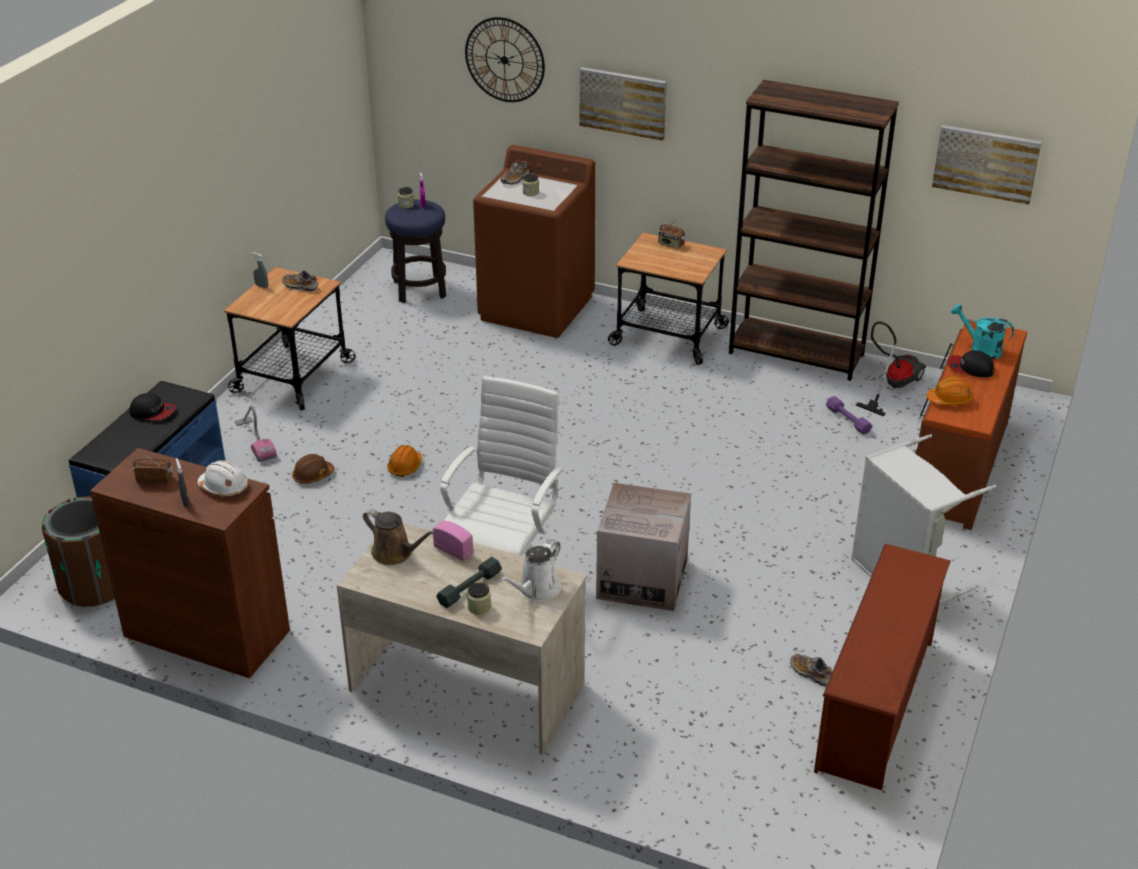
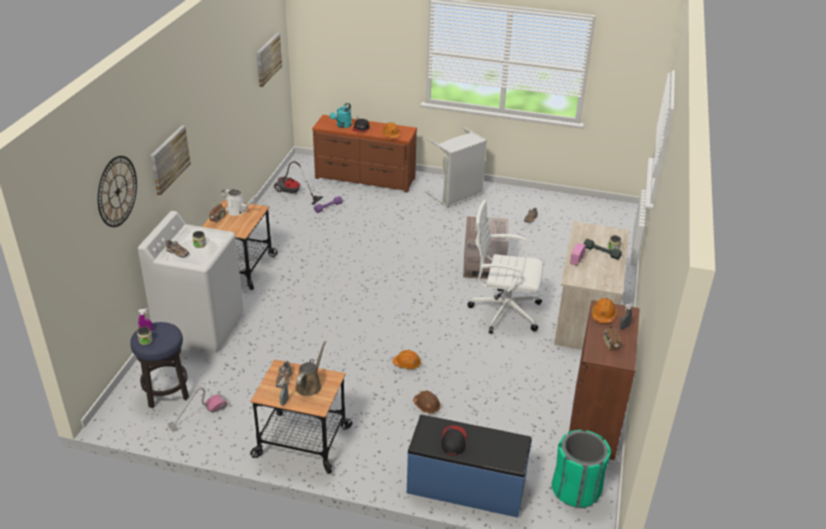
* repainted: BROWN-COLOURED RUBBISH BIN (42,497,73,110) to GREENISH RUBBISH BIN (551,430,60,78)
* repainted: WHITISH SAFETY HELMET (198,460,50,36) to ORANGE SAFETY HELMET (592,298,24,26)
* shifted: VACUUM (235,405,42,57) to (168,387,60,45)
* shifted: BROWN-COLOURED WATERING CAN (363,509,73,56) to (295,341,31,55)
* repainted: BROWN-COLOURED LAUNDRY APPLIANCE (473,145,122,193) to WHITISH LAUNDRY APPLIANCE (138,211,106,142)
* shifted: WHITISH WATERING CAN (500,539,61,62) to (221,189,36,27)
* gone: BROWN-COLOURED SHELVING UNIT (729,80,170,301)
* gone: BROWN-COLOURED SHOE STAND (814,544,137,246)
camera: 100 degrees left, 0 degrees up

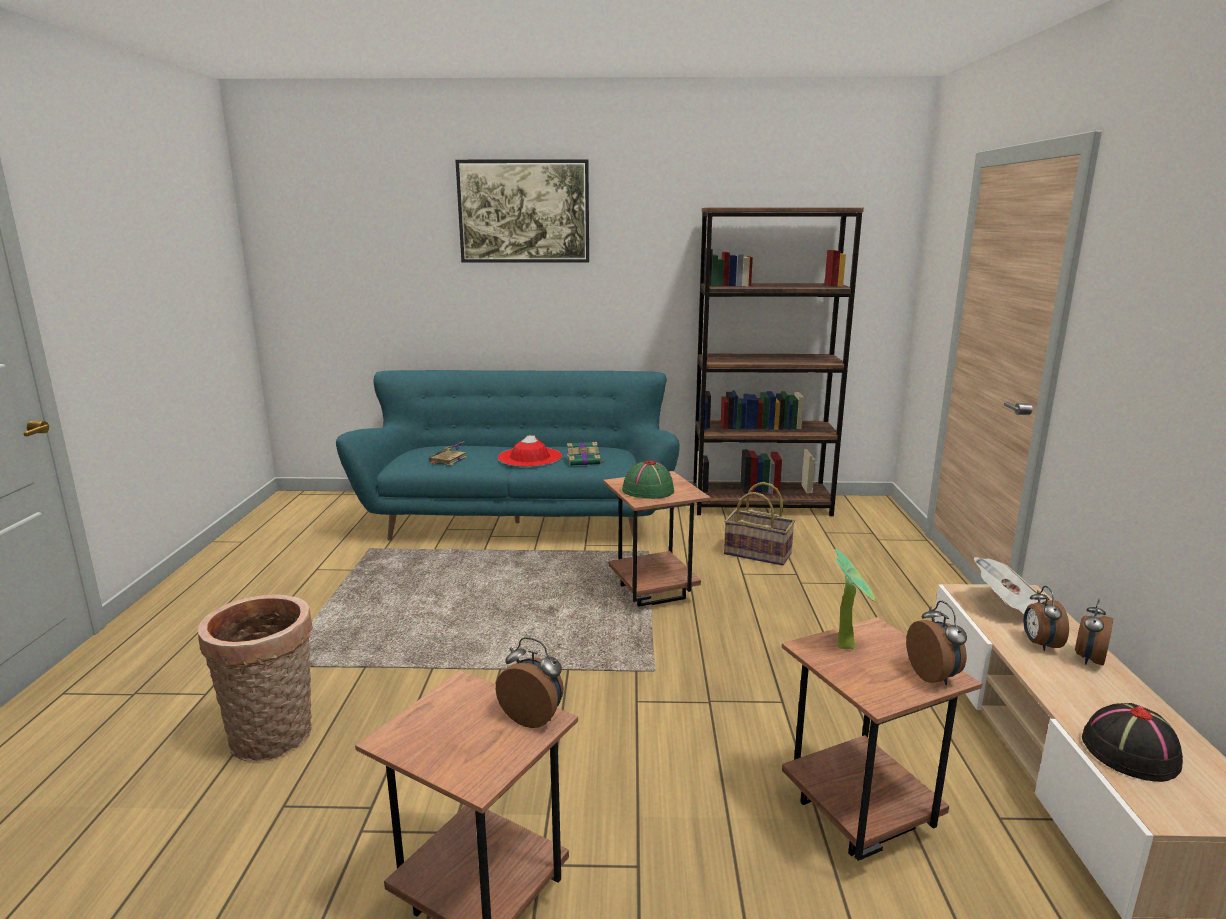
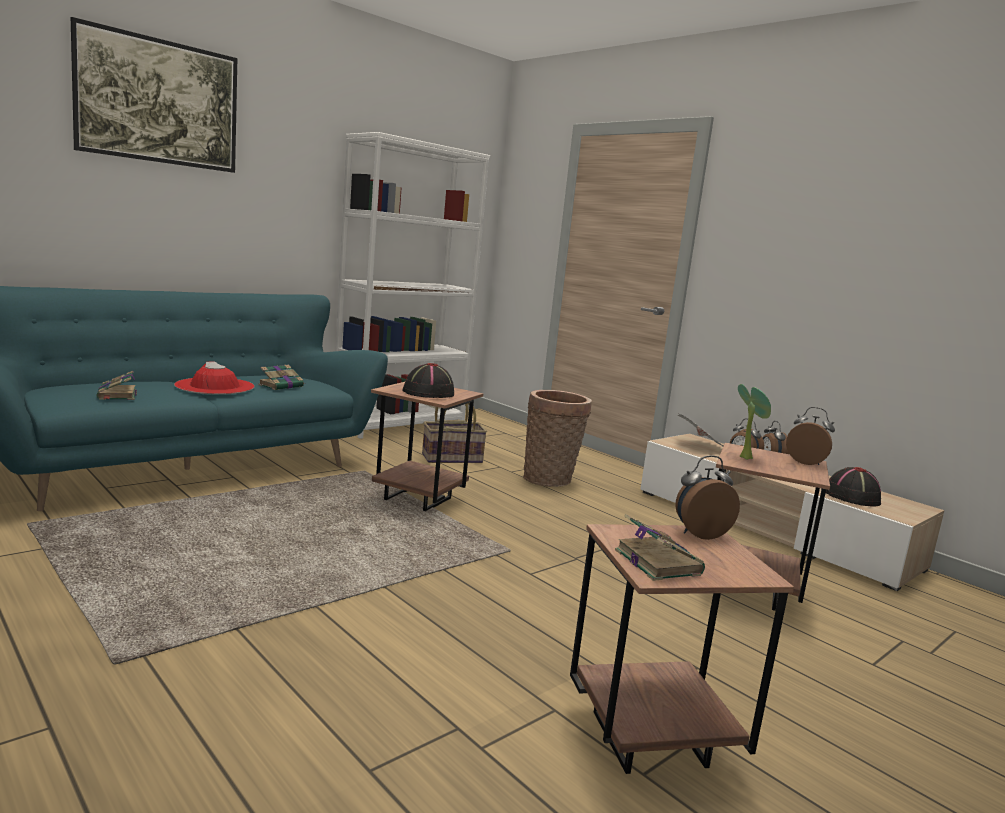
* shifted: STORAGE BASKET (198,594,115,168) to (523,390,69,97)
* repainted: GREENISH HAT (622,461,52,38) to BLACK-COLOURED HAT (402,363,52,35)
* repainted: BROWN-COLOURED SHELVING UNIT (693,208,171,308) to WHITISH SHELVING UNIT (336,132,154,307)
* new: BOUND BOOK (615,514,90,67)
camera: 45 degrees left, 5 degrees down

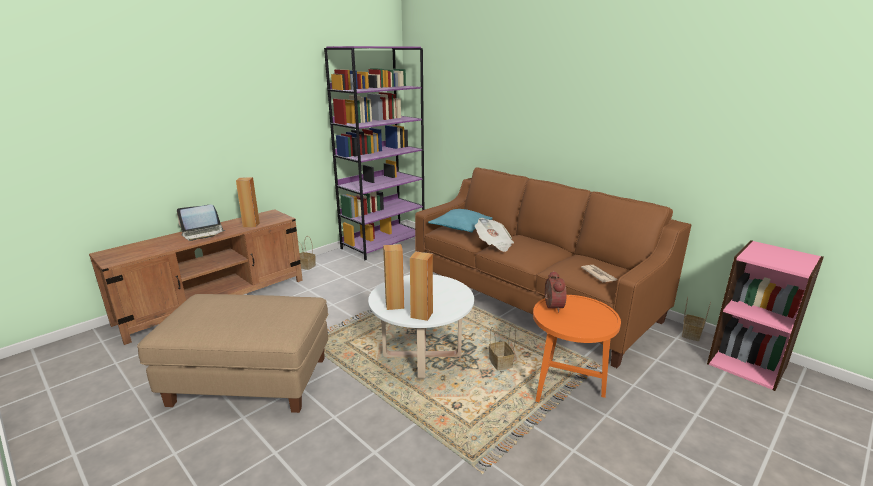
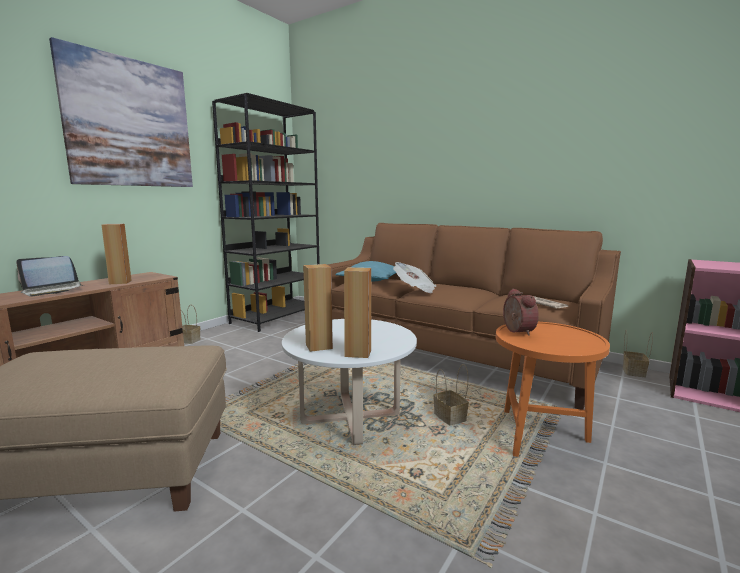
* repainted: PURPLE SHELVING UNIT (324,46,100,214) to BLACK-COLOURED SHELVING UNIT (212,93,108,239)
* new: WALL ART (49,37,144,150)
camera: 10 degrees left, 10 degrees down

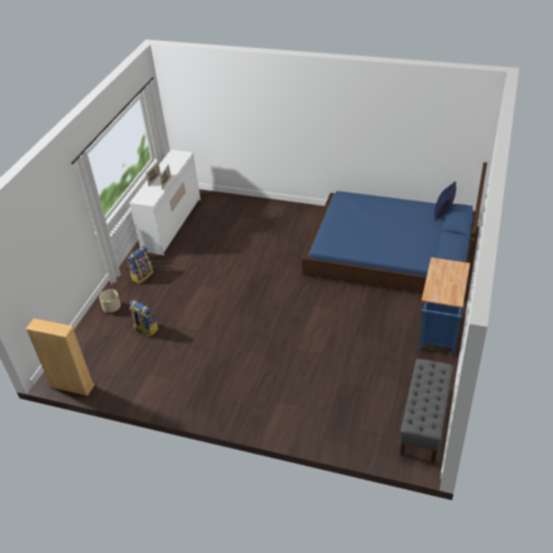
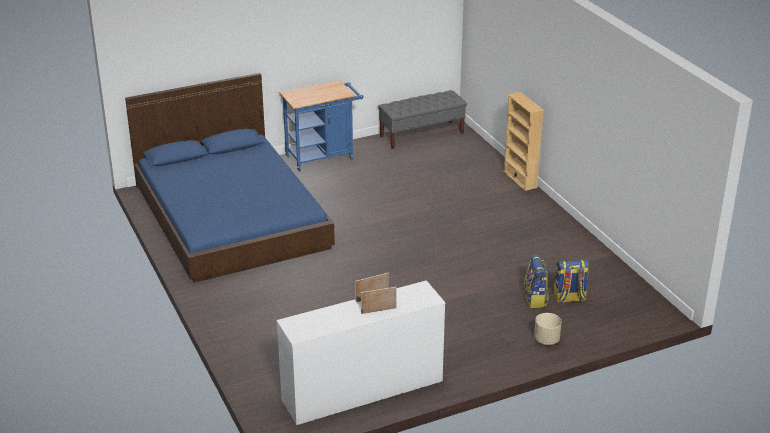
* shifted: SAND-COLOURED SHELVING UNIT (26,319,68,77) to (503,92,41,99)
* shifted: RUCKSACK (127,246,27,38) to (554,260,35,43)
* gone: BLUE-COLOURED PILLOW (434,182,22,39)
camera: 135 degrees left, 10 degrees down

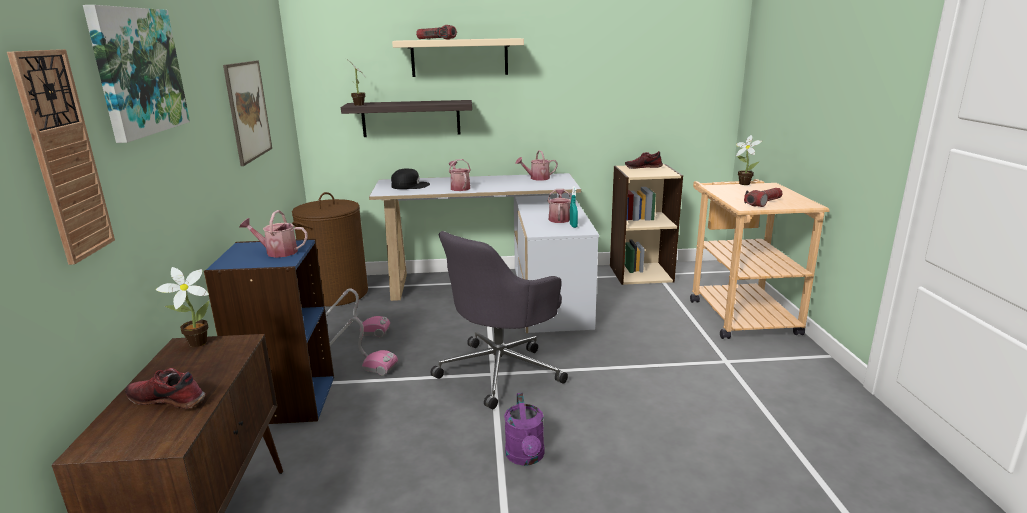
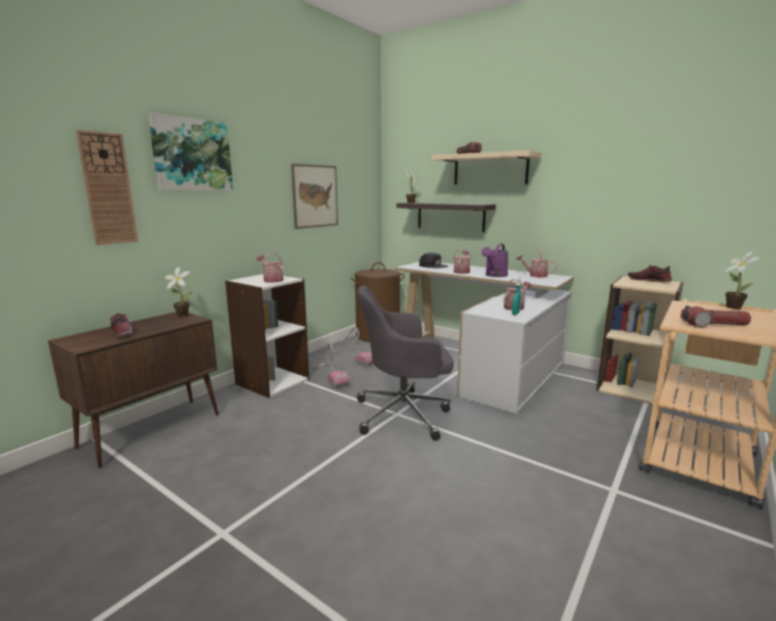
* repainted: BLUE-COLOURED SHELVING UNIT (204,239,130,185) to WHITISH SHELVING UNIT (225,274,84,124)
* shifted: PURPLE WATERING CAN (504,393,41,73) to (482,244,27,33)
camera: 40 degrees right, 5 degrees down

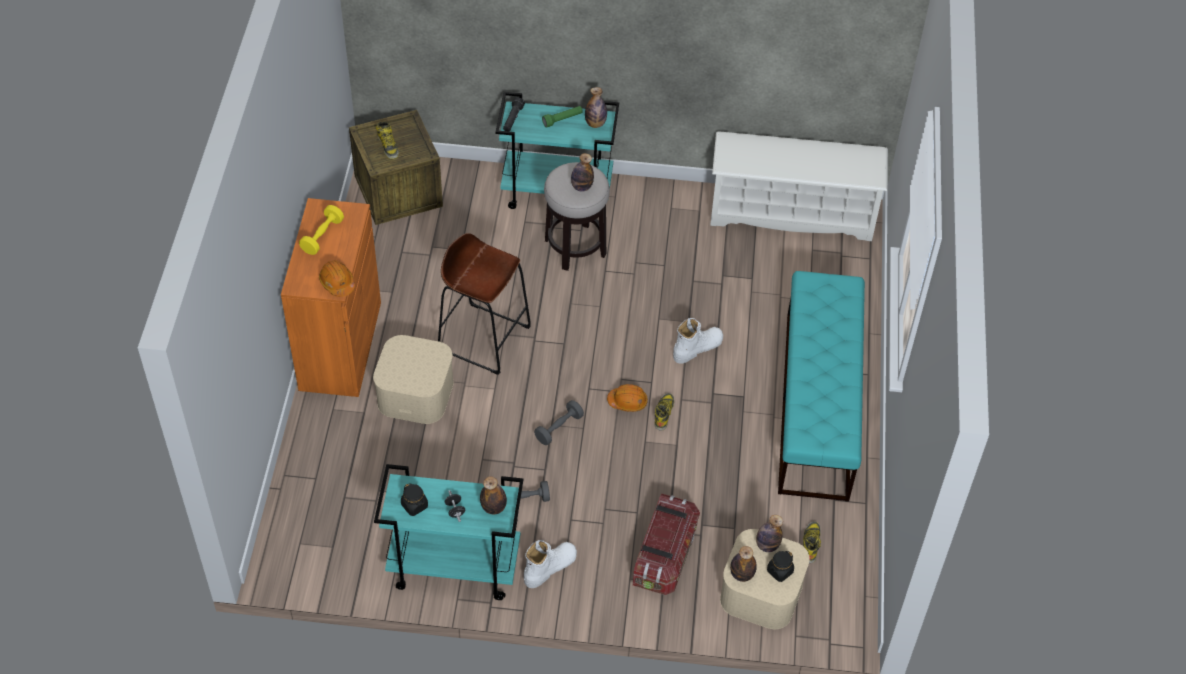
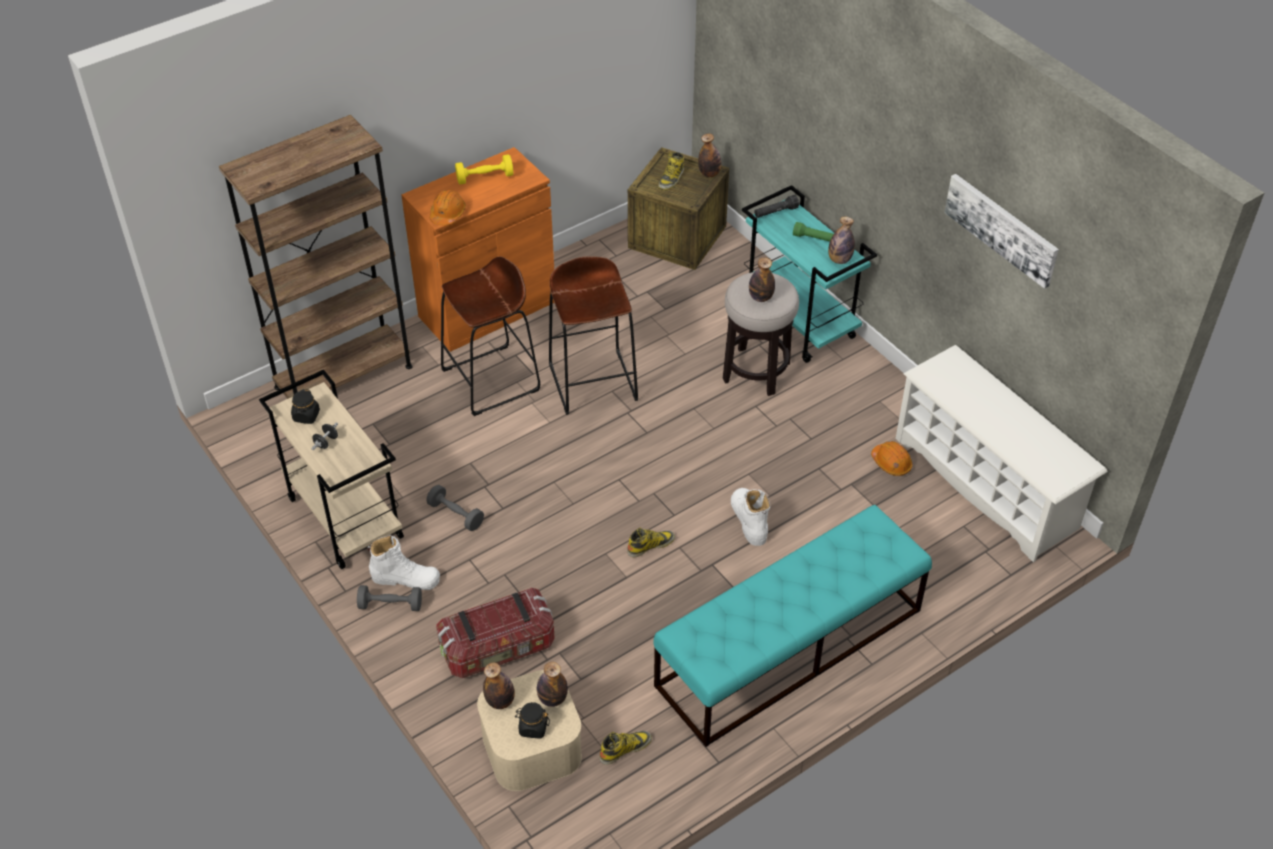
* swapped: SAND-COLOURED STORAGE BOX (373,335,81,89) to BROWN-COLOURED SITTING STOOL (441,256,99,160)
* repainted: TURQUOISE CART (374,464,149,136) to SAND-COLOURED CART (259,370,145,199)
* shifted: BEVERAGE BOTTLE (480,476,27,38) to (698,134,23,43)
* shifted: GREYISH DUMBBELL (534,400,50,45) to (357,585,65,26)
* shifted: ORANGE SAFETY HELMET (607,384,41,28) to (871,441,41,35)
* rotated: WHITISH BOOT (673,318,50,46) = (731,488,39,58) 120 degrees counterclockwise
* new: BROWN-COLOURED SHELVING UNIT (219,115,194,284)
* new: WALL ART (944,174,115,115)
camera: 50 degrees right, 5 degrees down

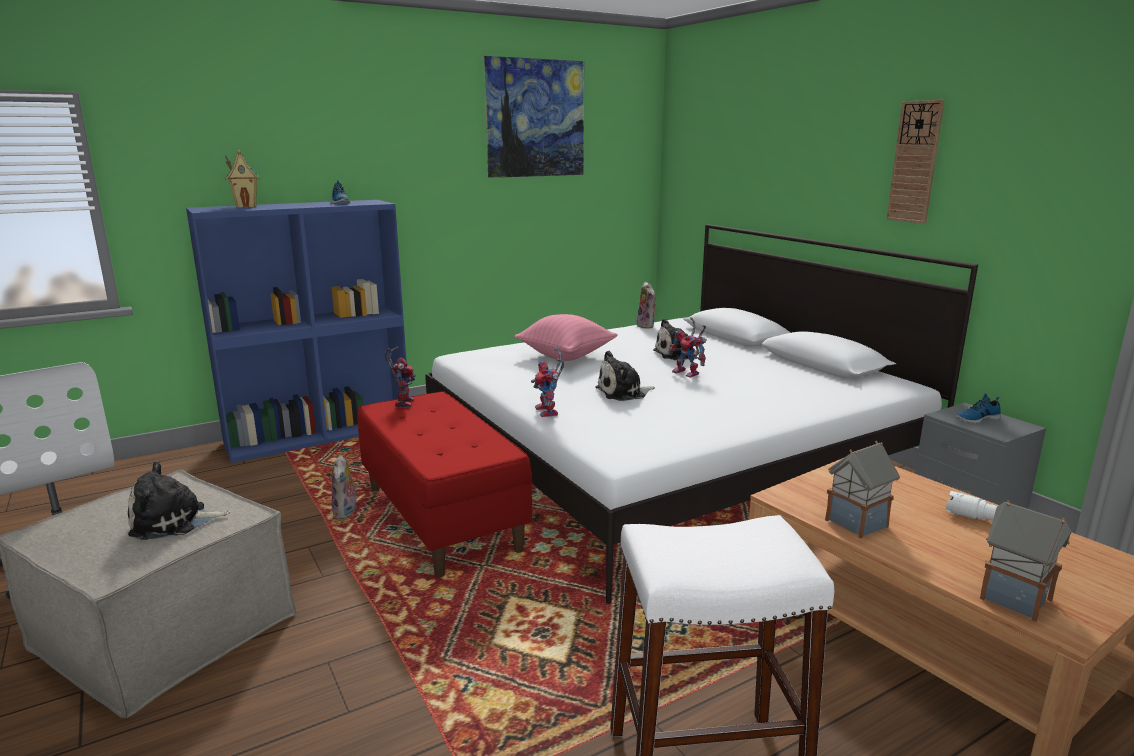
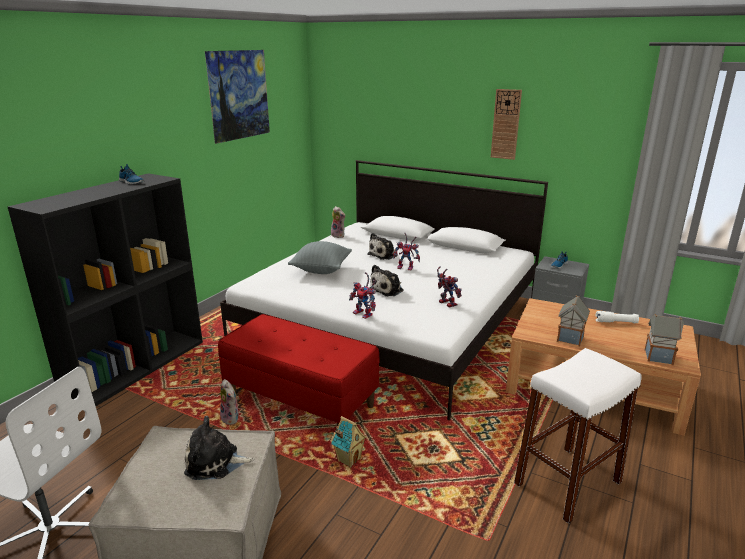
* rotated: PLUSH TOY (128,461,102,79) = (184,416,70,64) 45 degrees clockwise
* repainted: BLUE-COLOURED SHELVING UNIT (186,200,223,263) to BLACK-COLOURED SHELVING UNIT (8,173,195,233)
* shifted: TOY HOUSE (225,150,35,58) to (330,416,37,52)
* shifted: TOY ROBOT (385,347,31,60) to (437,266,25,42)
* repainted: PINK PILLOW (514,314,104,47) to GREYISH PILLOW (288,241,64,33)
camera: 30 degrees left, 5 degrees up

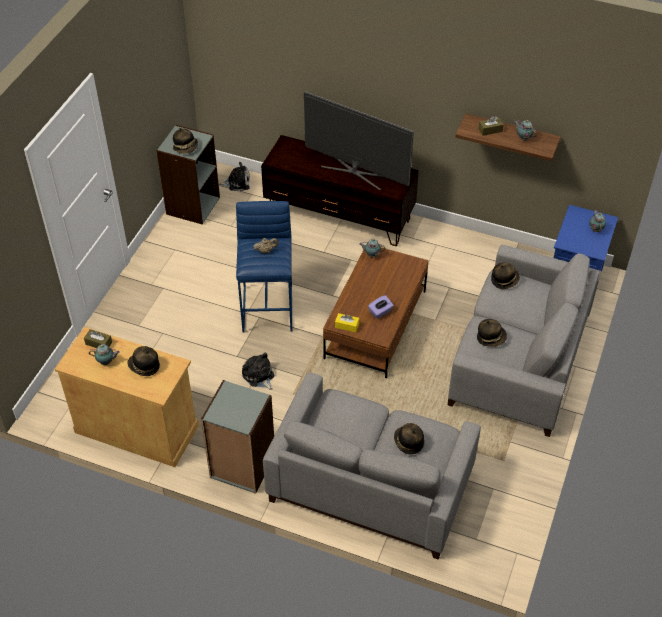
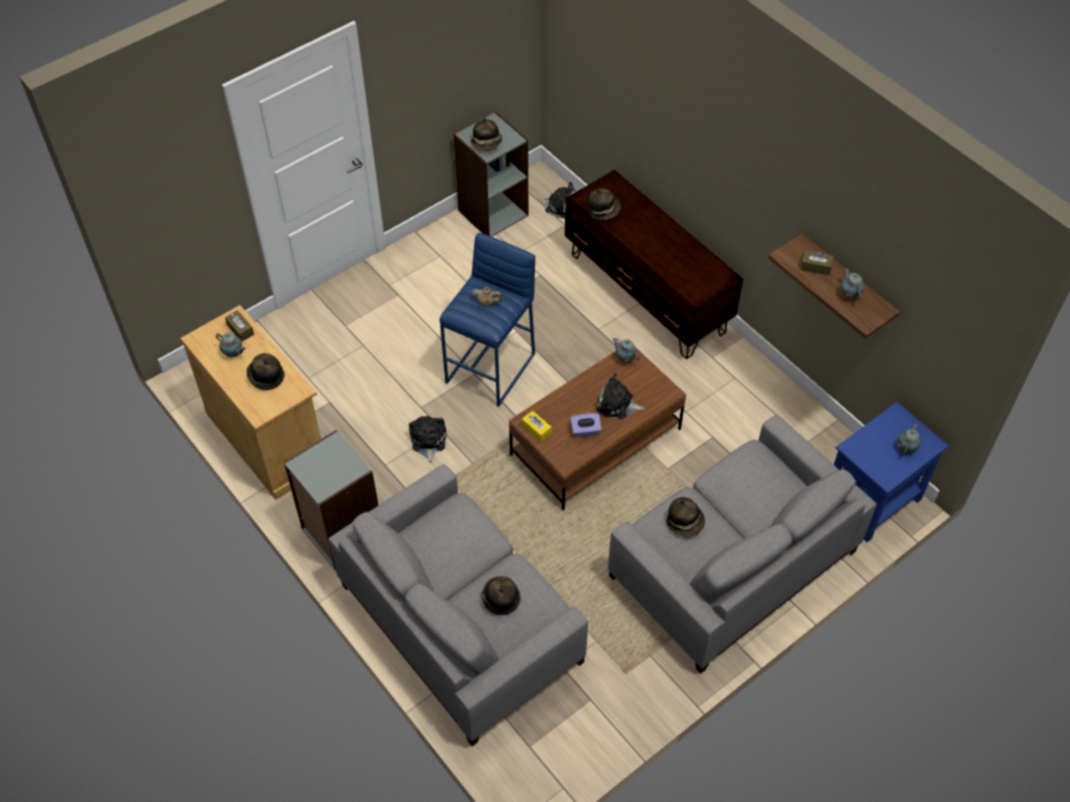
* gone: TELEVISION (304,91,110,99)
* shifted: HAT (491,262,29,27) to (588,188,33,32)
* new: PLUSH TOY (596,373,49,46)
camera: 30 degrees right, 5 degrees up

